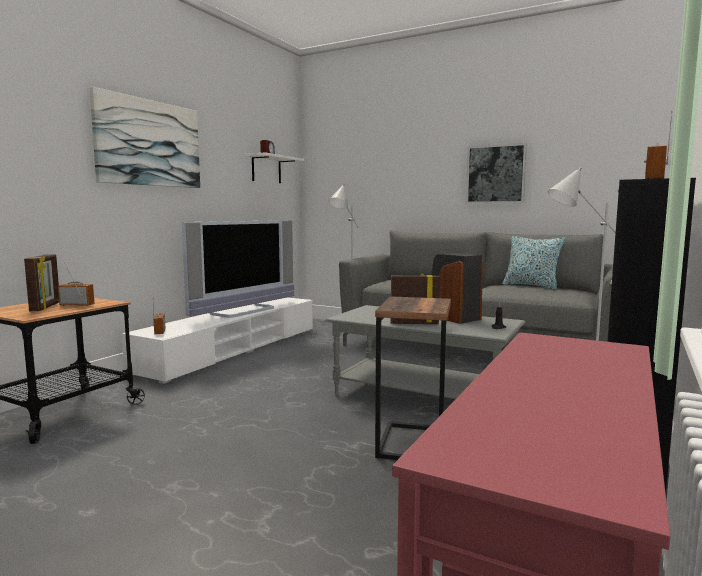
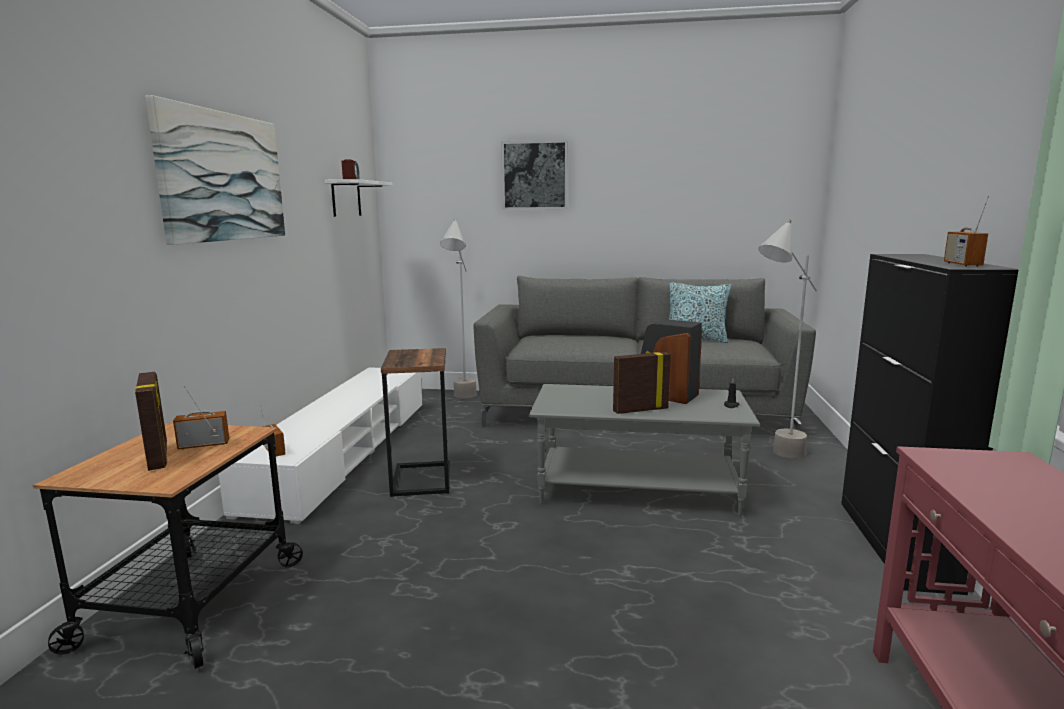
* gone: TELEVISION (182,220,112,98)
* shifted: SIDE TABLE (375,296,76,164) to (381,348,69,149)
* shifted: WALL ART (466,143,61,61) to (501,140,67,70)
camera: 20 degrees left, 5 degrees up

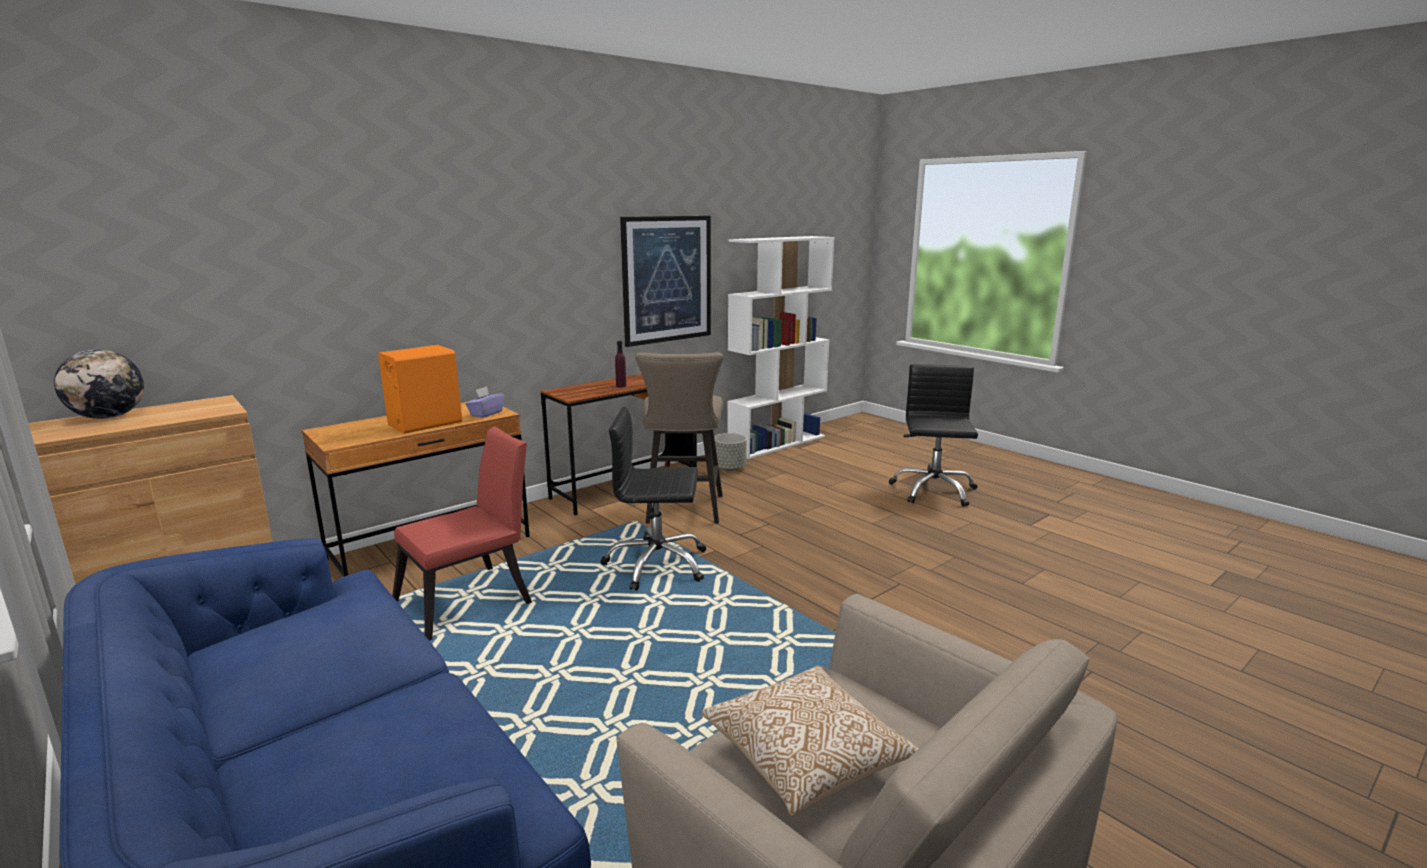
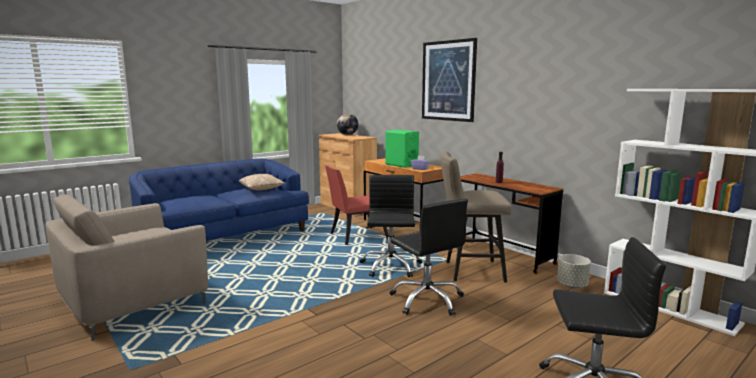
* repainted: ORANGE AUDIO SPEAKER (378,345,84,89) to GREENISH AUDIO SPEAKER (385,130,34,38)
* rotated: RED UPRIGHT CHAIR (392,427,140,214) = (325,165,64,80) 105 degrees clockwise
* shifted: WALL ART (620,216,91,131) to (422,38,55,84)
* shifted: PILLOW (702,665,217,151) to (239,174,46,16)
* new: BLACK-COLOURED DESK CHAIR (389,199,79,117)
camera: 90 degrees right, 5 degrees down

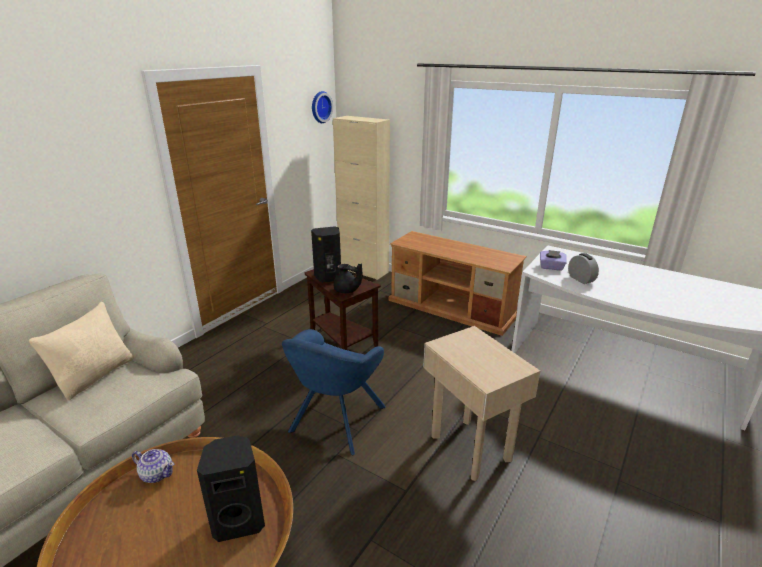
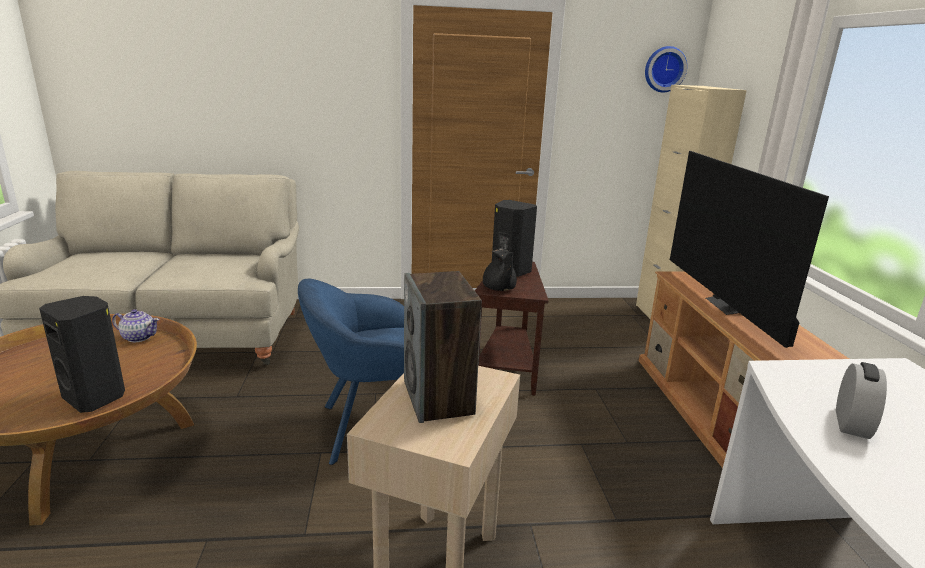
* gone: SAND-COLOURED PILLOW (29,302,105,98)
* rotated: TEAPOT (132,449,42,34) = (112,309,47,33) 60 degrees counterclockwise
* gone: PURPLE TISSUE HOLDER (540,250,27,21)
* new: AUDIO SPEAKER (404,271,78,152)
* new: TELEVISION (670,151,159,197)
camera: 50 degrees right, 5 degrees down

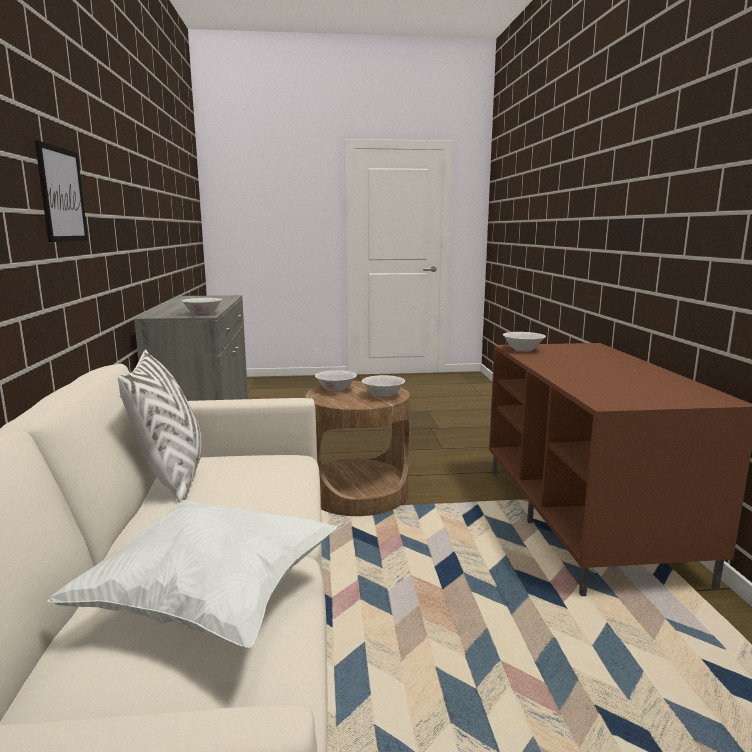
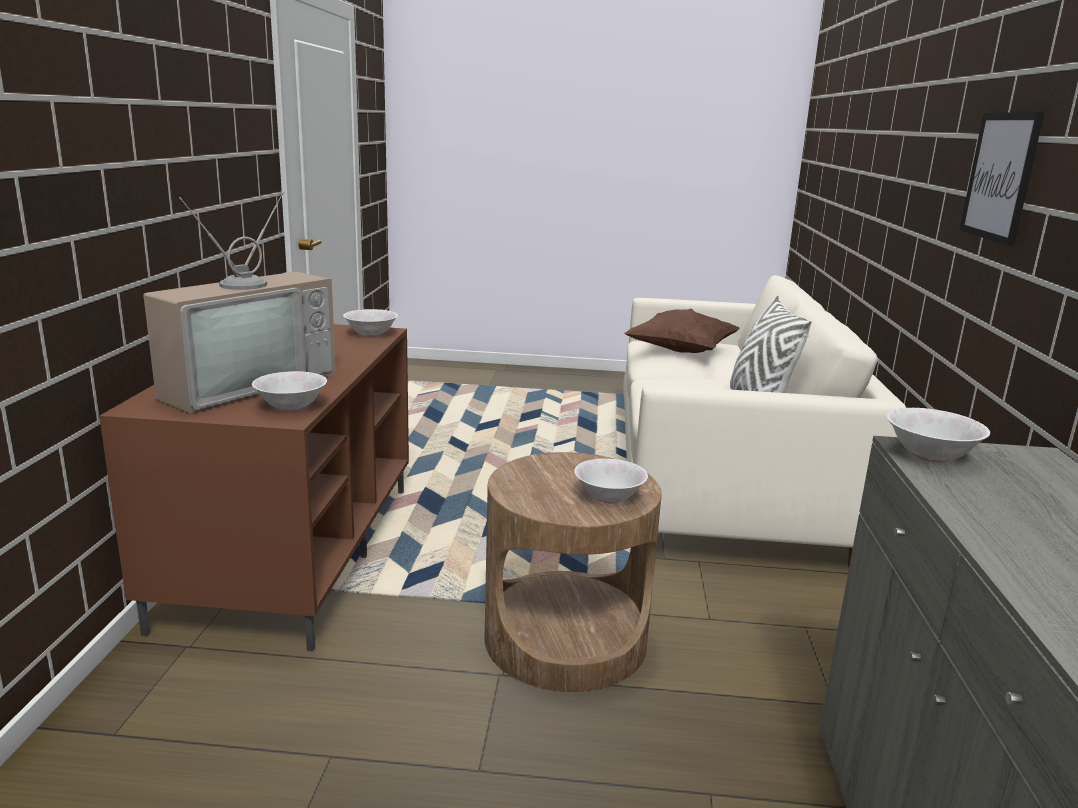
* repainted: WHITISH PILLOW (47,500,290,148) to BROWN-COLOURED PILLOW (624,309,115,44)
* shifted: WHITISH DEEP DISH (362,375,43,23) to (343,309,55,28)
* new: TELEVISION (143,192,193,221)
camera: 170 degrees left, 5 degrees up

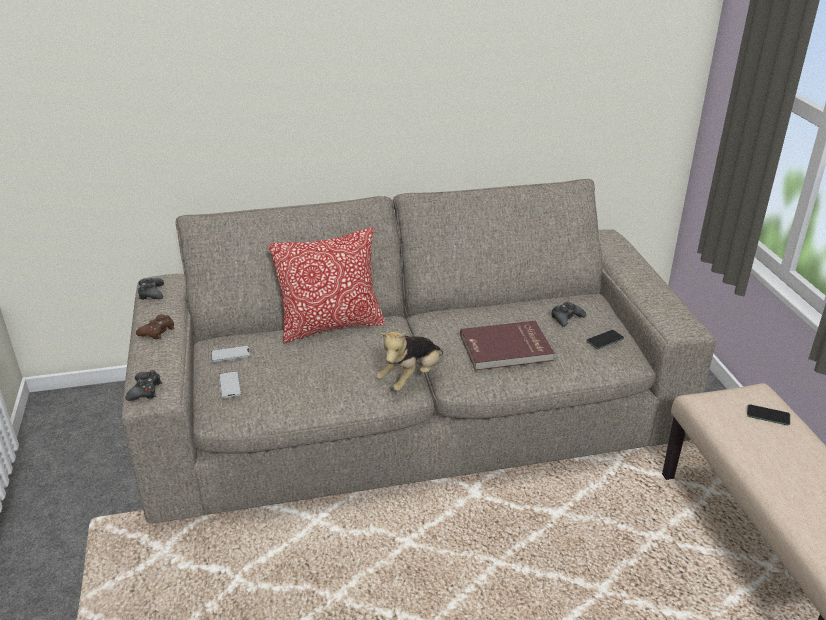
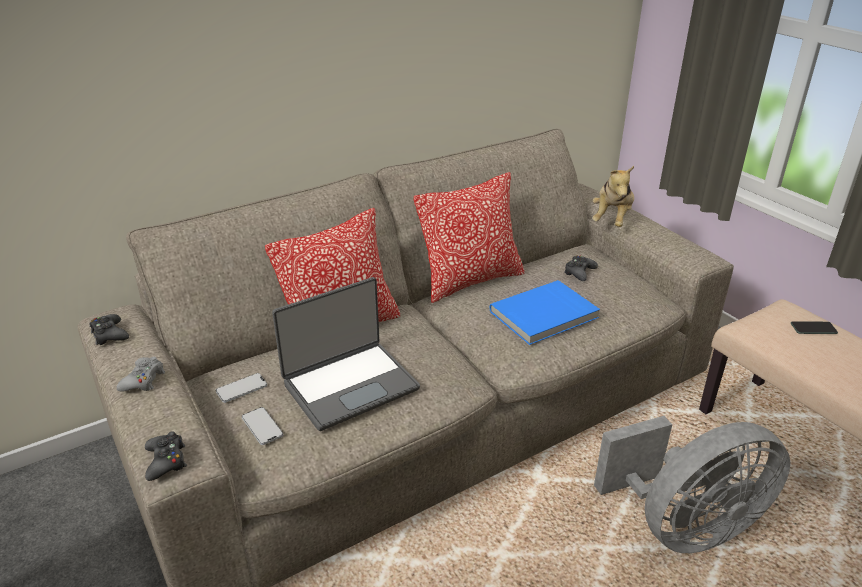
* repainted: BROWN-COLOURED GAME CONTROLLER (136,314,39,25) to GREYISH GAME CONTROLLER (116,357,49,35)
* shifted: PLUSH TOY (377,332,66,59) to (592,166,42,61)
* repainted: RED BOUND BOOK (460,321,94,49) to BLUE-COLOURED BOUND BOOK (490,280,110,65)
* gone: HANDSET (586,330,38,19)
* new: PORTABLE COMPUTER (272,277,148,154)
* new: PILLOW (414,172,110,131)
* new: GREYISH ELECTRIC FAN (594,416,196,137)
camera: 20 degrees left, 0 degrees up

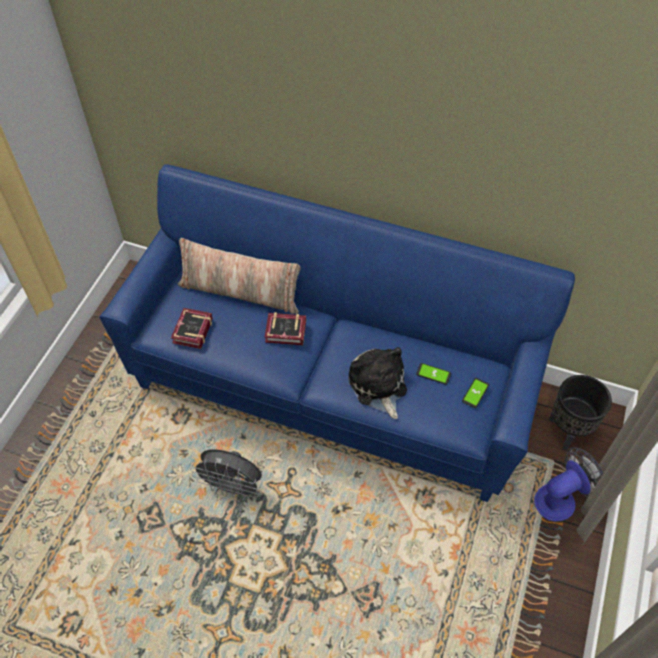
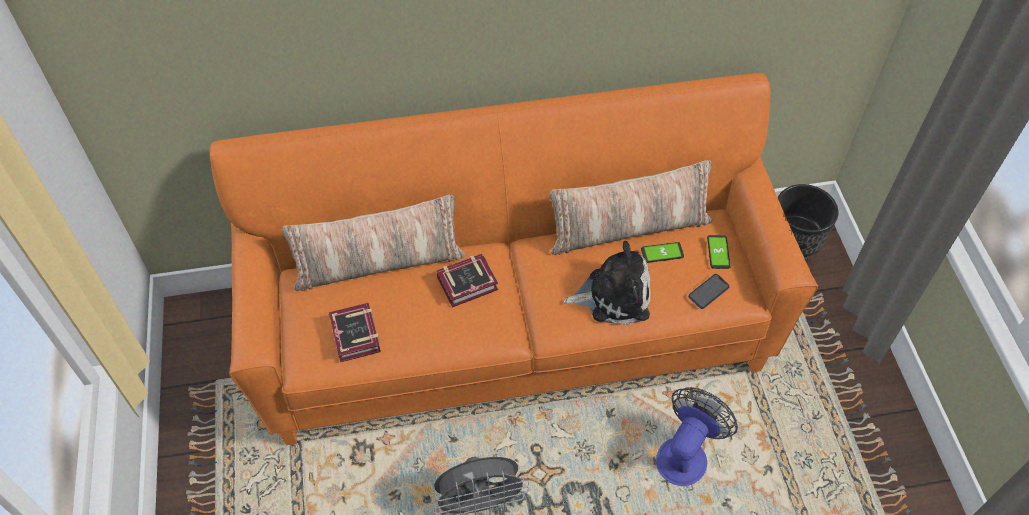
* repainted: BLUE-COLOURED COUCH (99,164,476,338) to ORANGE COUCH (209,73,609,372)
* rotated: PLUSH TOY (348,347,59,72) = (563,241,88,84) 135 degrees clockwise
* shifted: ELECTRIC FAN (534,447,69,75) to (656,387,82,99)
* new: PILLOW (550,160,162,95)
* new: HANDSET (688,274,42,35)
camera: 30 degrees left, 0 degrees up

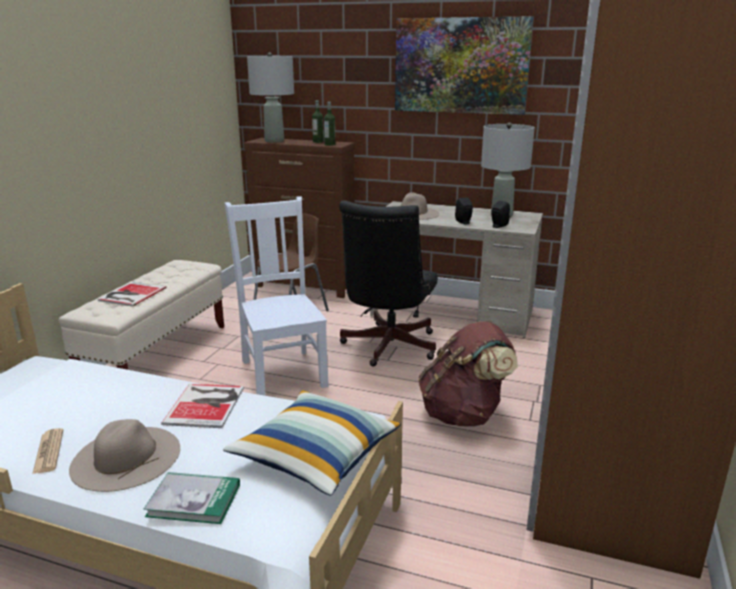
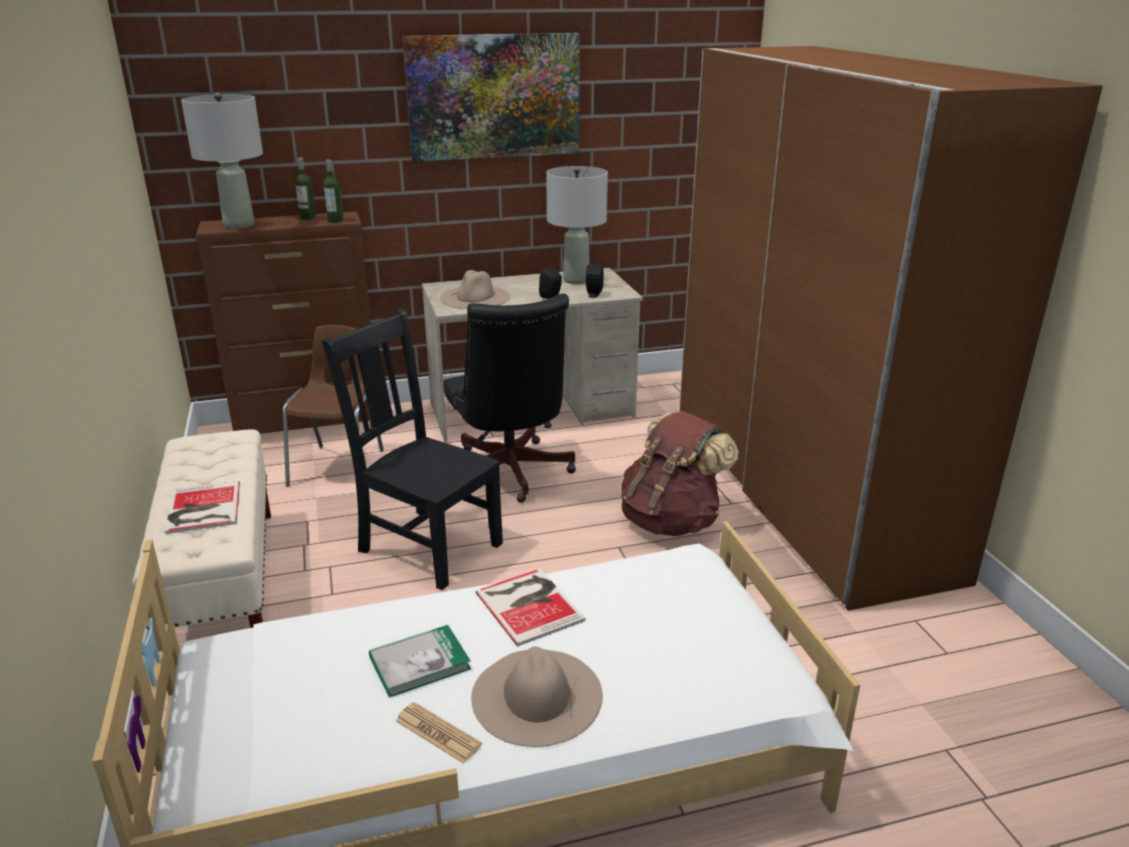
* shifted: BOUND BOOK (144,472,96,52) to (369,625,102,73)
* gone: PILLOW (223,390,178,106)
* repainted: WHITISH UPRIGHT CHAIR (224,196,105,200) to BLACK-COLOURED UPRIGHT CHAIR (322,308,181,282)
camera: 35 degrees left, 5 degrees up

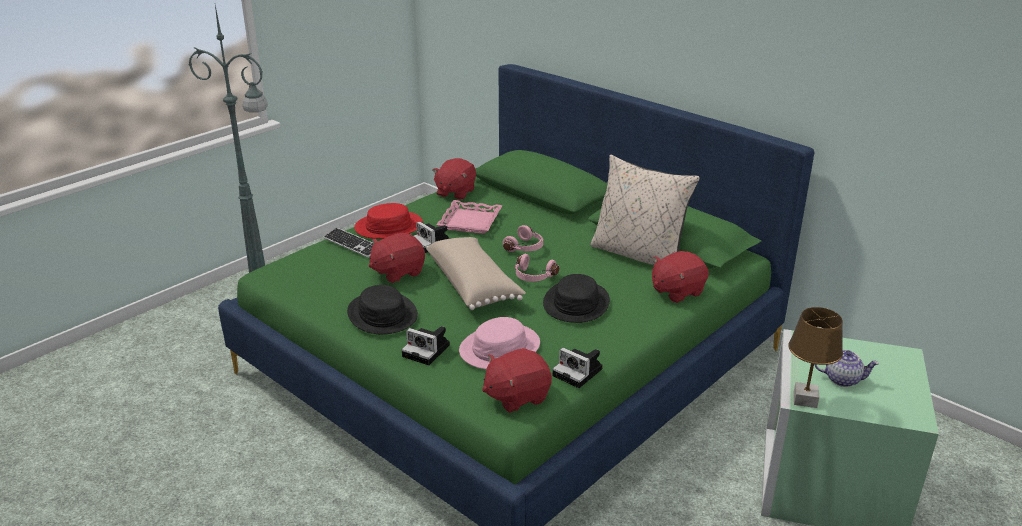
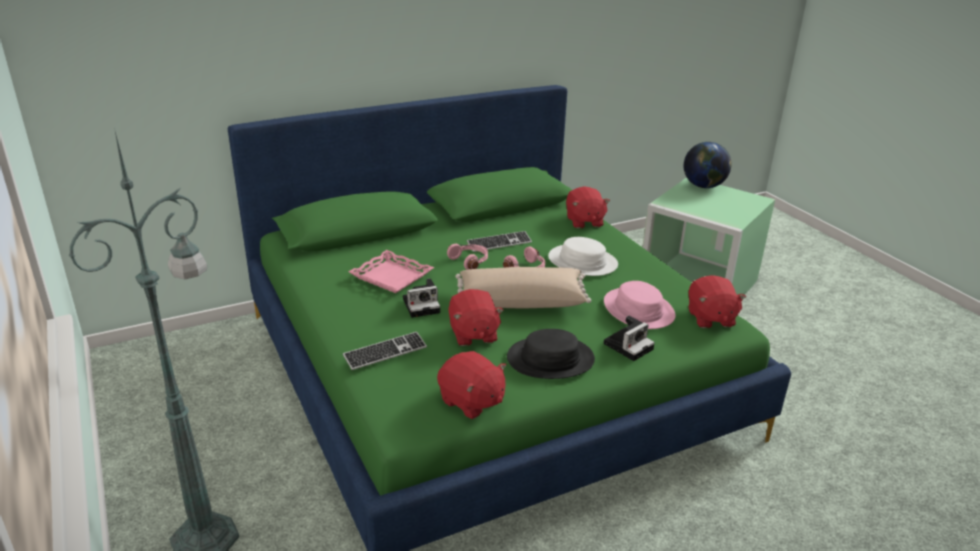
* gone: RED HAT (354,203,69,36)
* shifted: RED PLUSH TOY (432,158,44,42) to (437,351,69,68)
* repainted: BLACK-COLOURED HAT (543,274,67,49) to WHITISH HAT (548,237,70,39)
* gone: PHOTO CAMERA (553,347,50,41)
* gone: SAND-COLOURED PILLOW (591,154,109,112)
* gone: BROWN-COLOURED TABLETOP LAMP (788,307,55,101)
* gone: TEAPOT (814,350,65,37)
* new: COMPUTER KEYBOARD (467,231,65,21)
* new: WORLD GLOBE (684,142,47,46)
camera: 70 degrees left, 0 degrees up

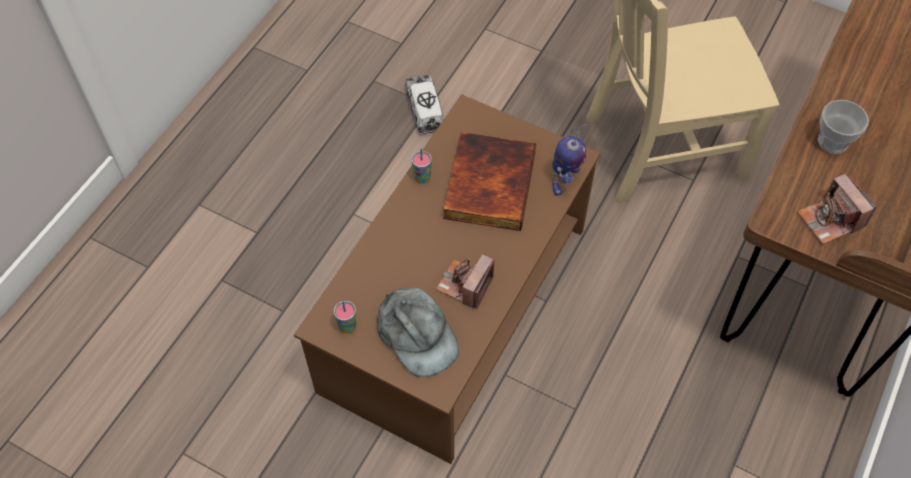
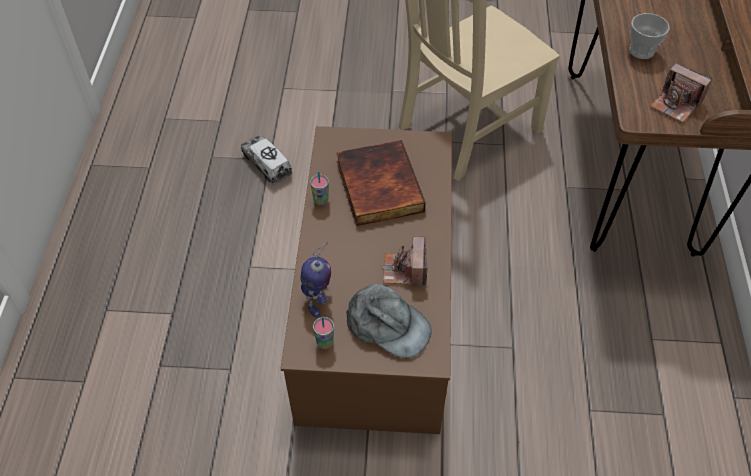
* shifted: TOY ROBOT (552,124,37,72) to (300,242,31,76)
camera: 25 degrees left, 5 degrees down

